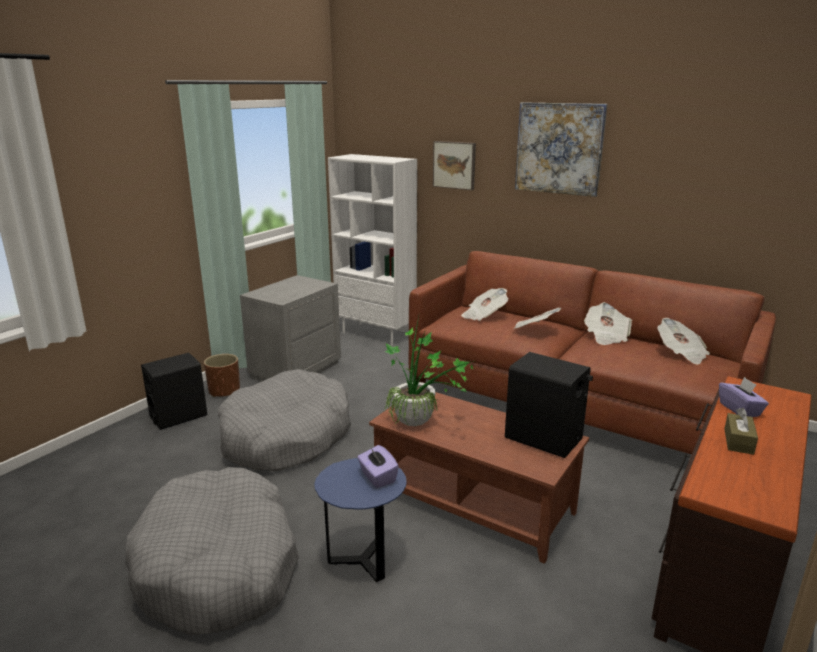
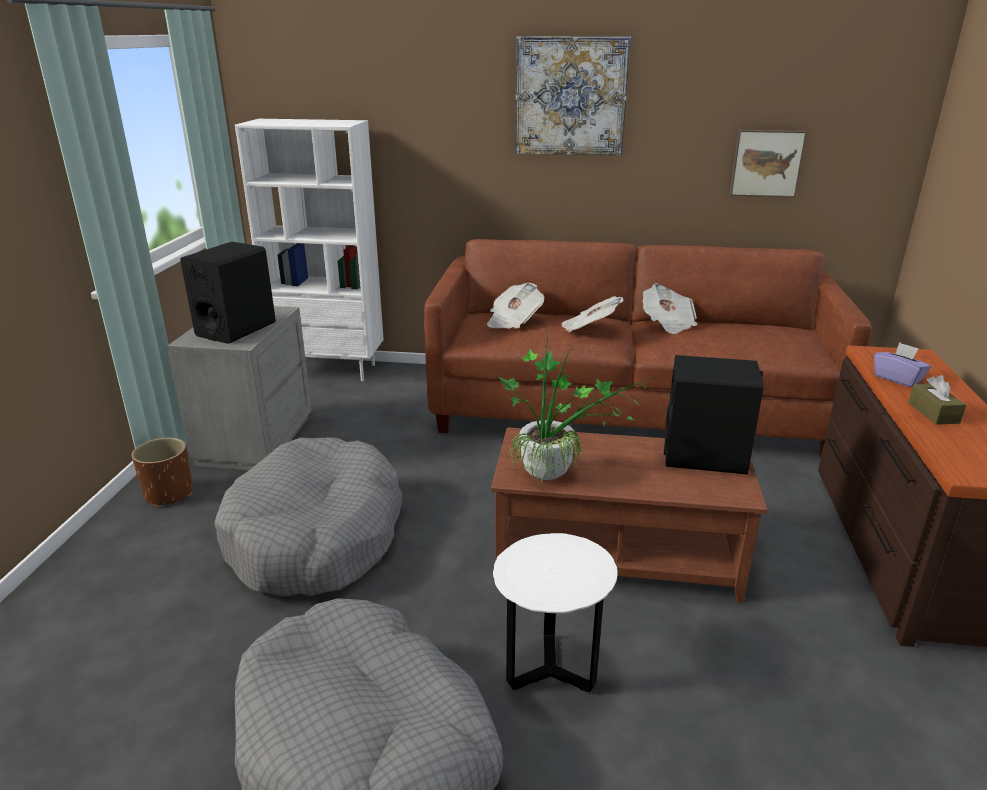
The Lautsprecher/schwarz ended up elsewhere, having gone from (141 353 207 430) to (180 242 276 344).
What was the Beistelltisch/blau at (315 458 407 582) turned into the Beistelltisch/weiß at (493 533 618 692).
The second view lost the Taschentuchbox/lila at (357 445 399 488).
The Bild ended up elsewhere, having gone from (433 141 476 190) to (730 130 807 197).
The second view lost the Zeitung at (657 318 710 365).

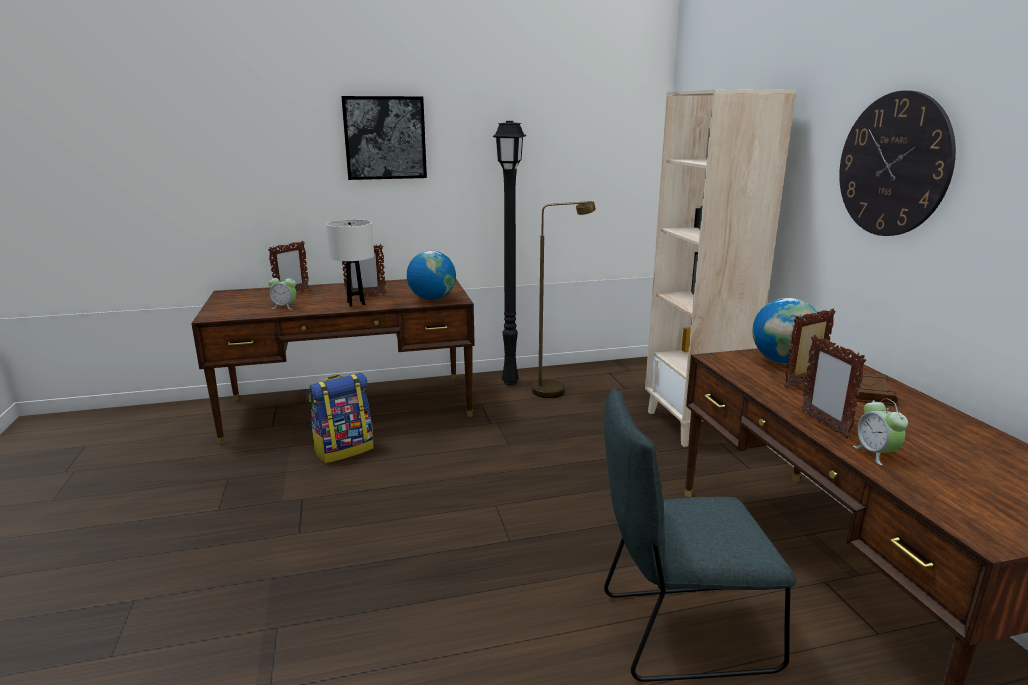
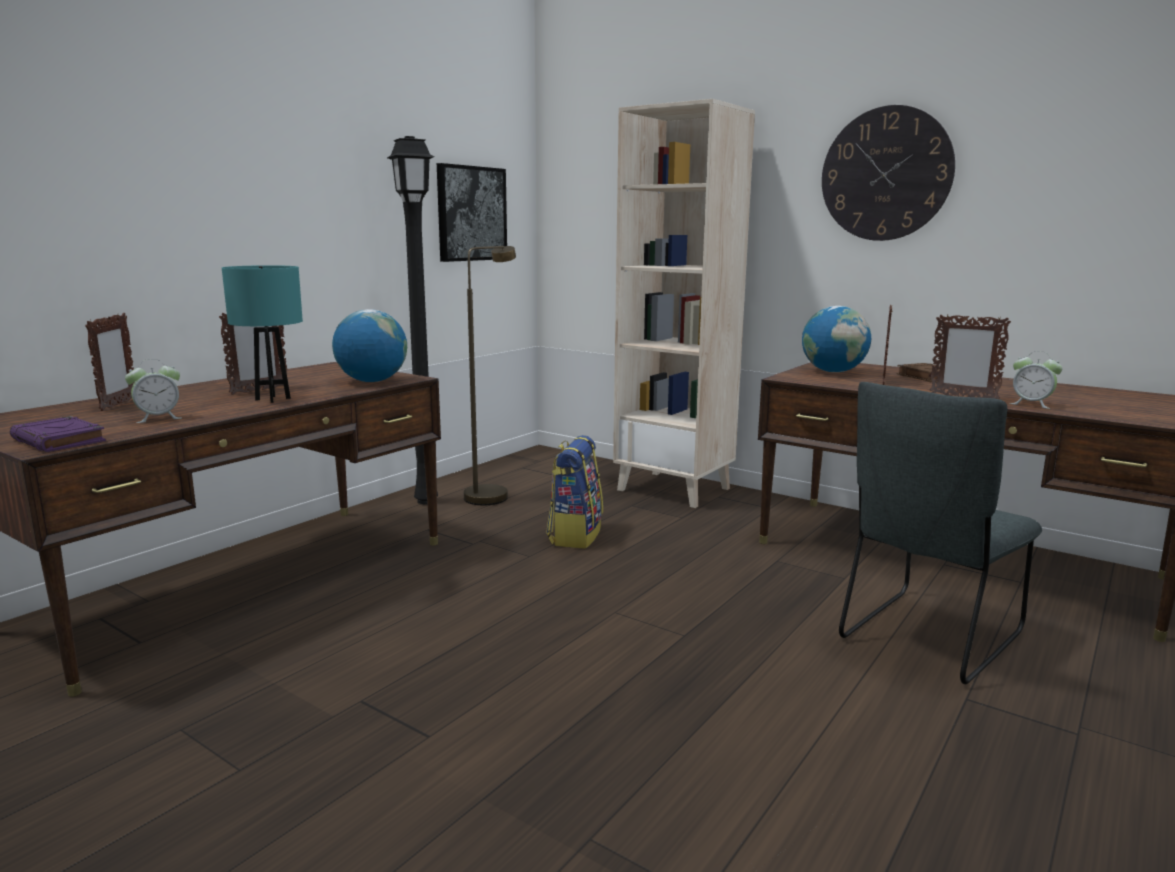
The Rucksack ended up elsewhere, having gone from (309 373 374 463) to (546 435 603 549).
What was the Tischlampe/weiß at (326 219 374 307) turned into the Tischlampe/türkis at (222 265 303 403).
The Bild ended up elsewhere, having gone from (341 96 427 180) to (437 163 507 262).
The second view gained the Buch/lila at (10 416 106 452).

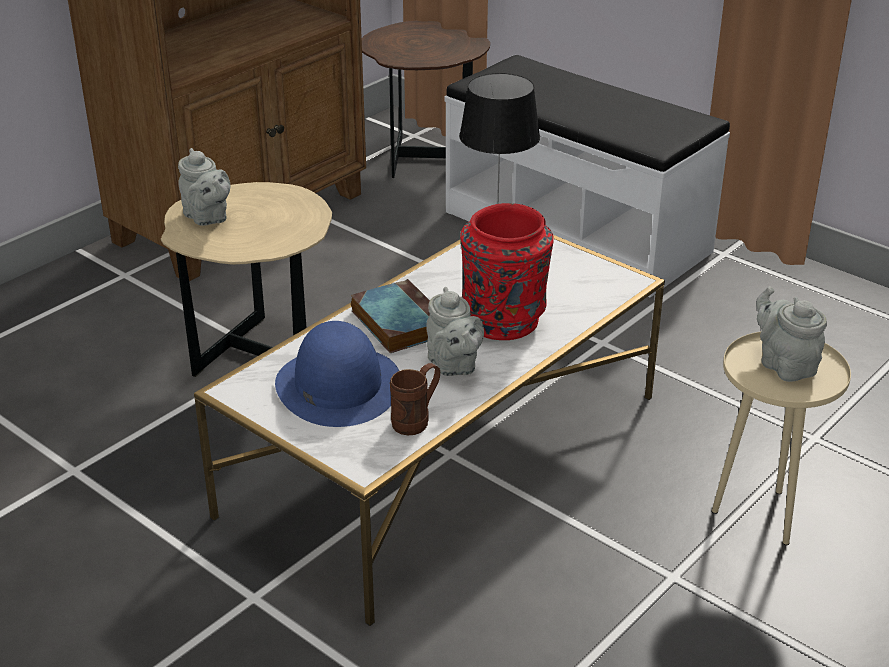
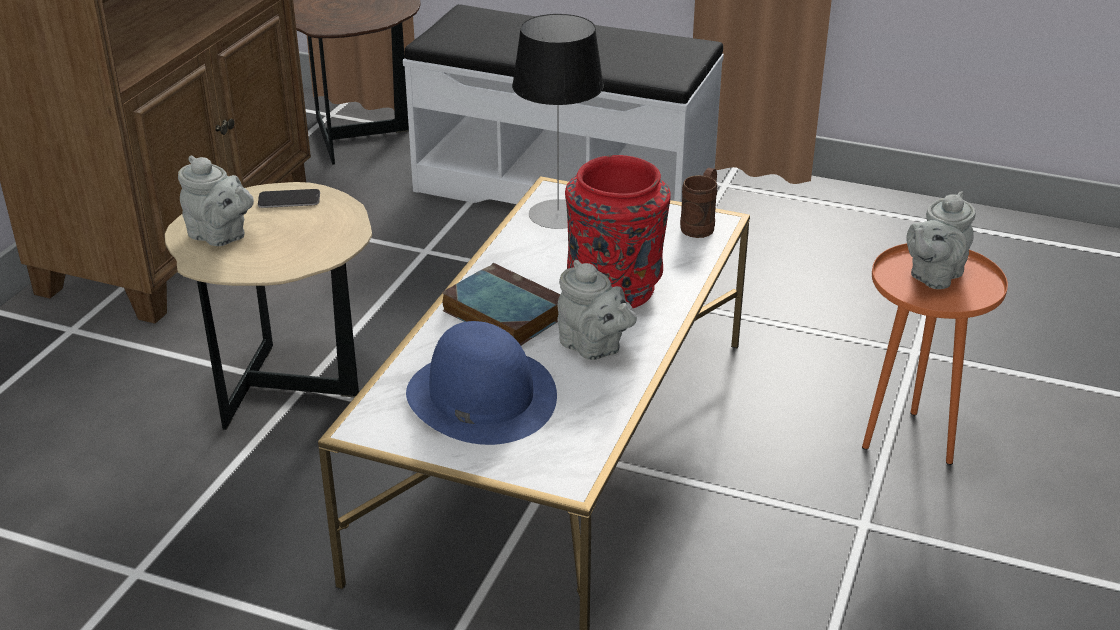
The Henkelbecher/braun ended up elsewhere, having gone from (390 363 440 435) to (680 168 717 238).
What was the Beistelltisch/beige at (711 331 851 545) turned into the Beistelltisch/orange at (862 243 1008 465).
The Teekanne/grau at (756 287 827 382) ended up facing another way, 90 degrees counterclockwise from before.
The second view gained the Handy at (258 189 320 208).

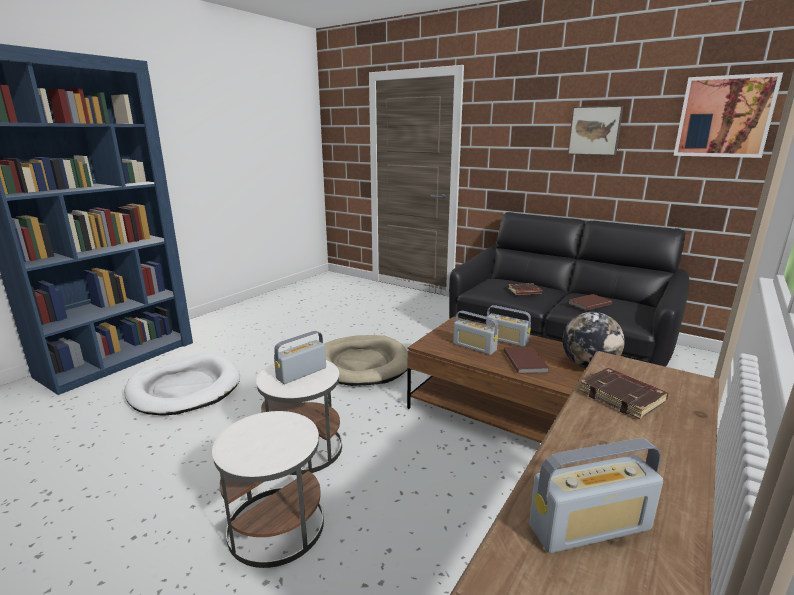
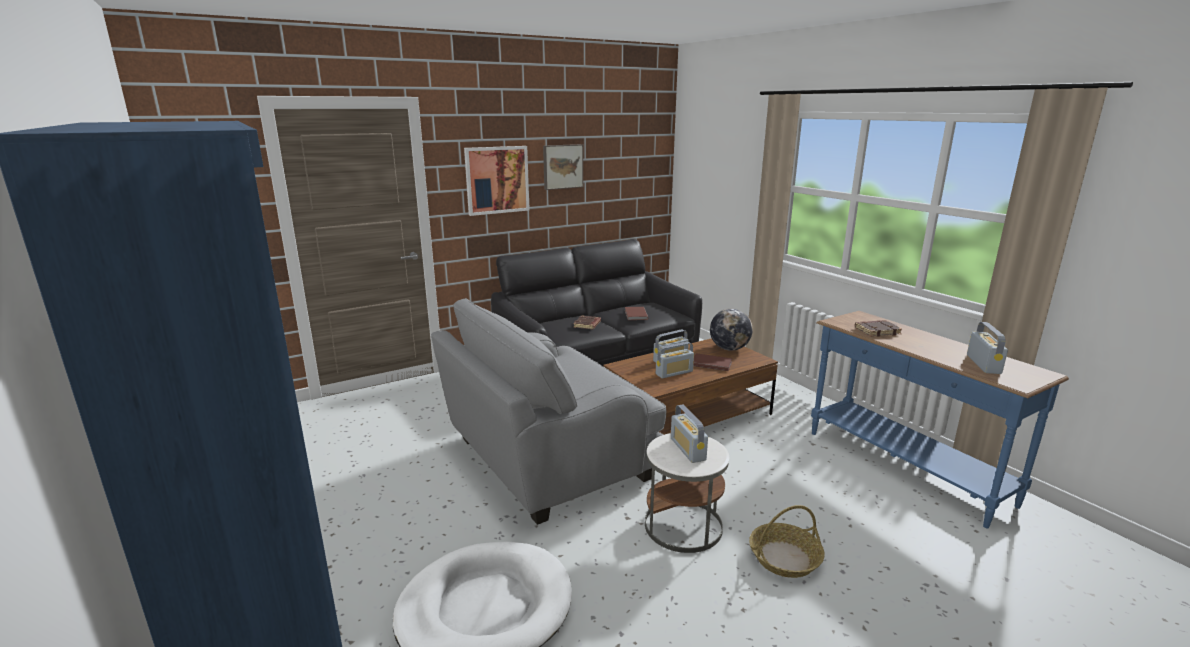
Where the Beistelltisch/weiß stood at (212 411 324 568), the Korb came to stand at (749 505 825 578).
Where the Hundebett/beige stood at (325 335 408 386), the Sessel/grau came to stand at (431 298 666 525).
The Bild ended up elsewhere, having gone from (674 72 783 158) to (464 146 530 216).

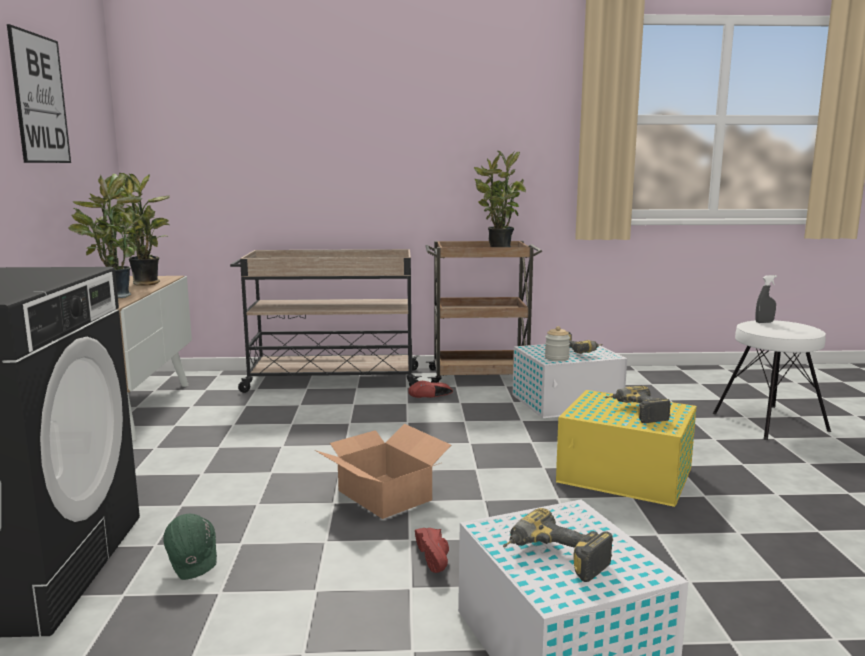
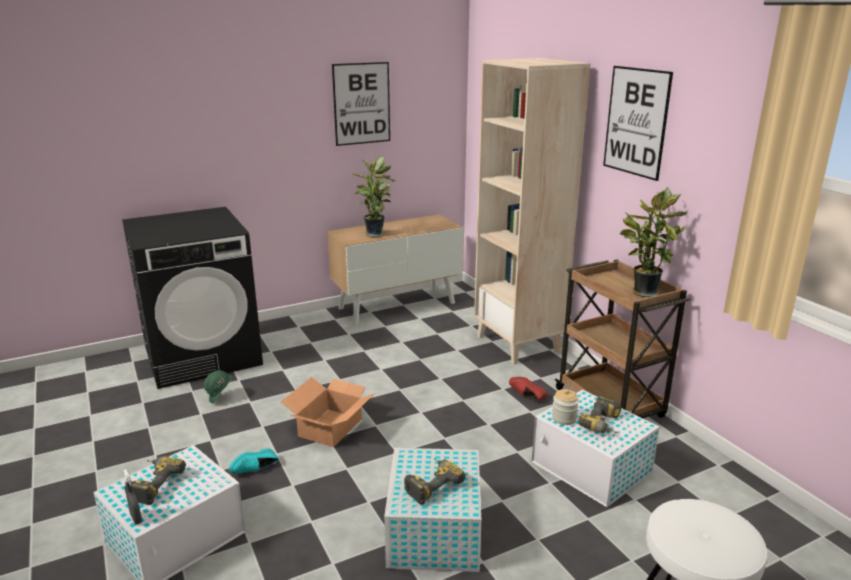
The second view lost the Topfpflanze at (107 173 170 286).
Where the Rollwagen/beige stood at (230 249 422 393), the Bücherregal/beige came to stand at (474 58 591 365).
What was the Schuh/rot at (415 528 449 573) turned into the Schuh/türkis at (229 448 279 474).
What was the Aufbewahrungsbox/gelb at (556 390 697 507) turned into the Aufbewahrungsbox/weiß at (384 448 481 572).
The Sprühflasche/grau ended up elsewhere, having gone from (755 275 777 323) to (123 469 142 525).
The second view gained the Bild at (603 66 673 181).

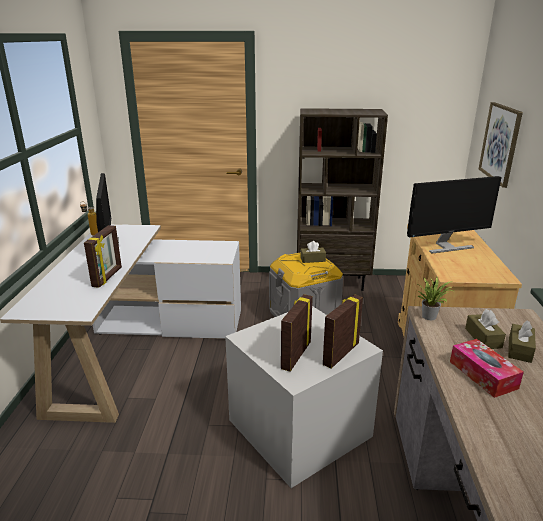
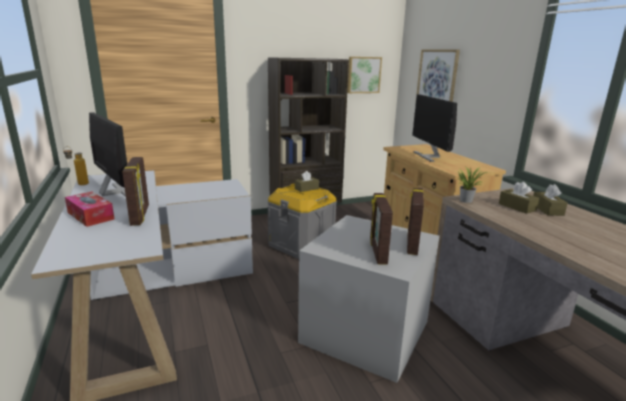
The Monitor at (407 176 502 254) ended up facing another way, 120 degrees clockwise from before.
The Taschentuchbox ended up elsewhere, having gone from (450 339 524 398) to (65 192 114 227).
The second view gained the Bild at (347 57 382 93).

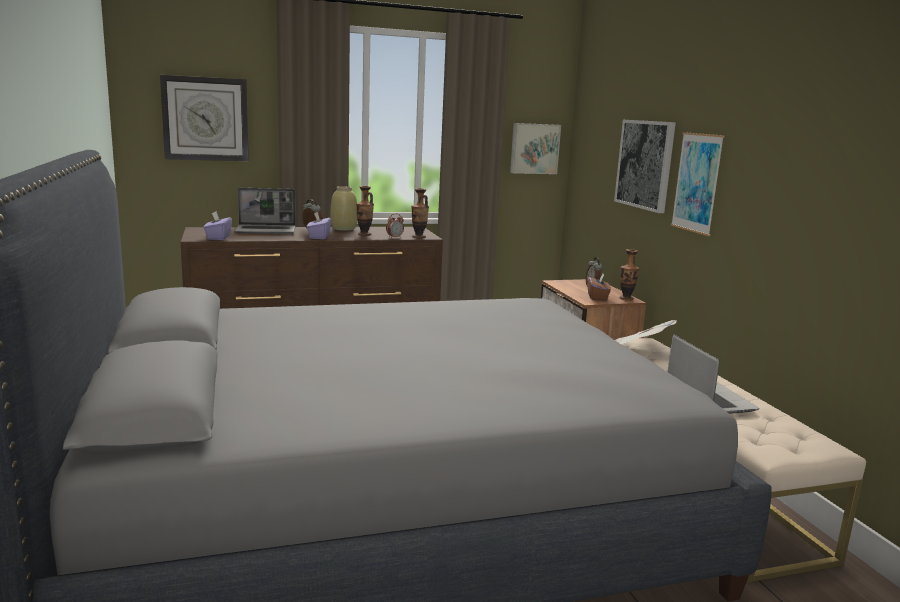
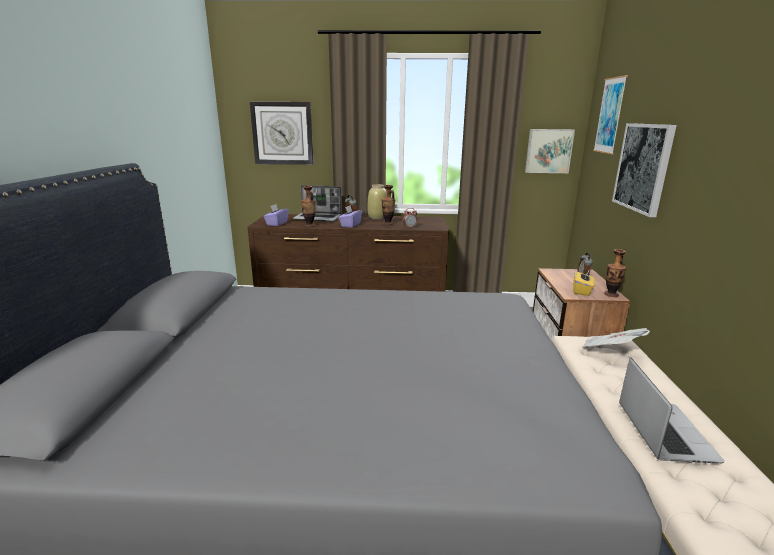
The Vase ended up elsewhere, having gone from (411 188 429 238) to (301 186 316 227).
What was the Taschentuchbox/braun at (588 274 611 301) turned into the Taschentuchbox/gelb at (573 271 595 296).
The Bild ended up elsewhere, having gone from (671 132 725 236) to (593 75 628 154).

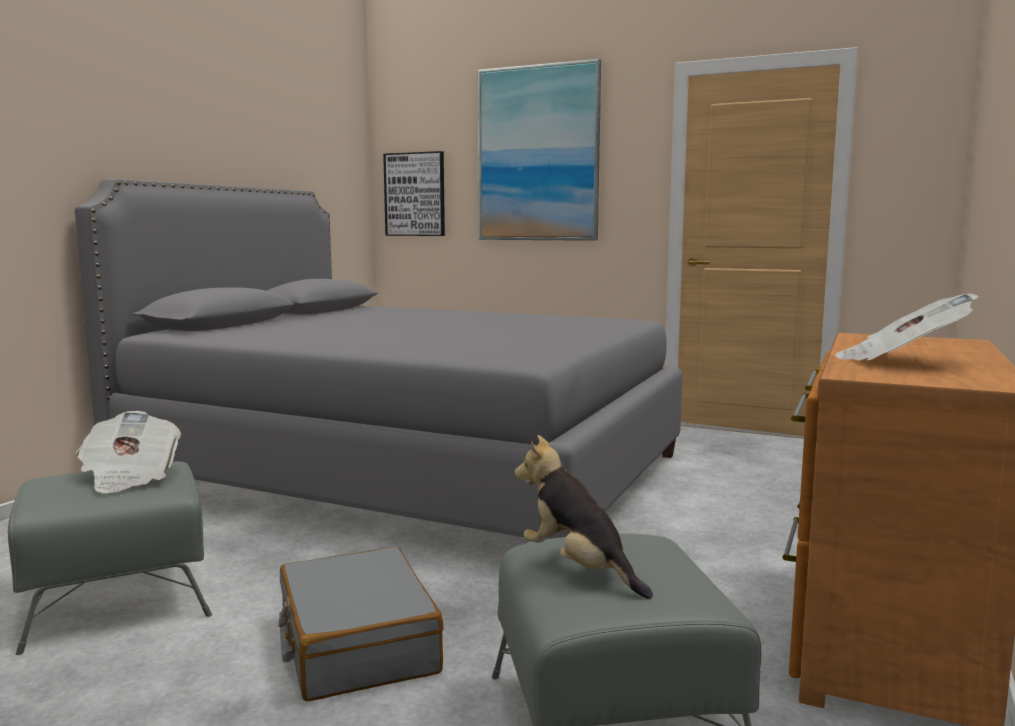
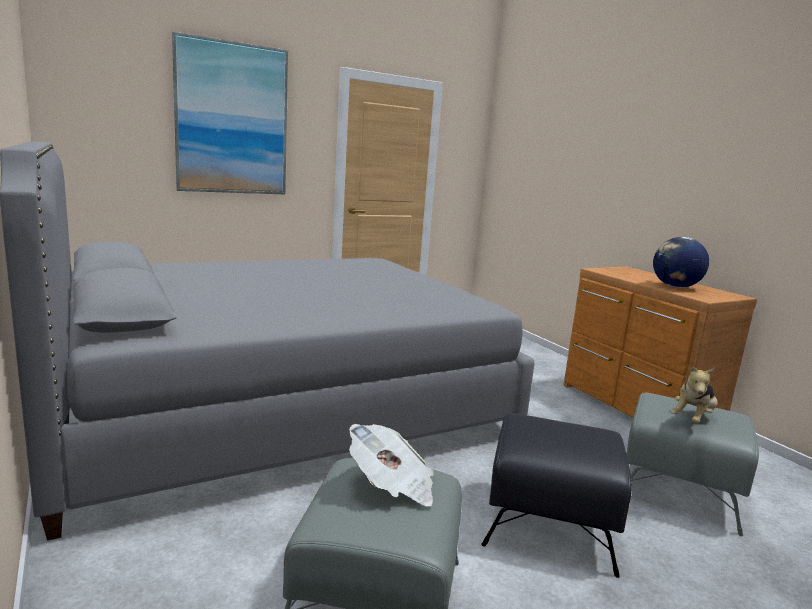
Where the Koffer/grau stood at (278 547 444 701), the Polsterhocker/schwarz came to stand at (481 413 632 578).
The second view lost the Bild at (383 151 445 236).
The Plüschtier at (515 435 653 599) ended up facing another way, 45 degrees counterclockwise from before.
Where the Zeitung stood at (835 294 979 361), the Globus came to stand at (653 237 709 288).

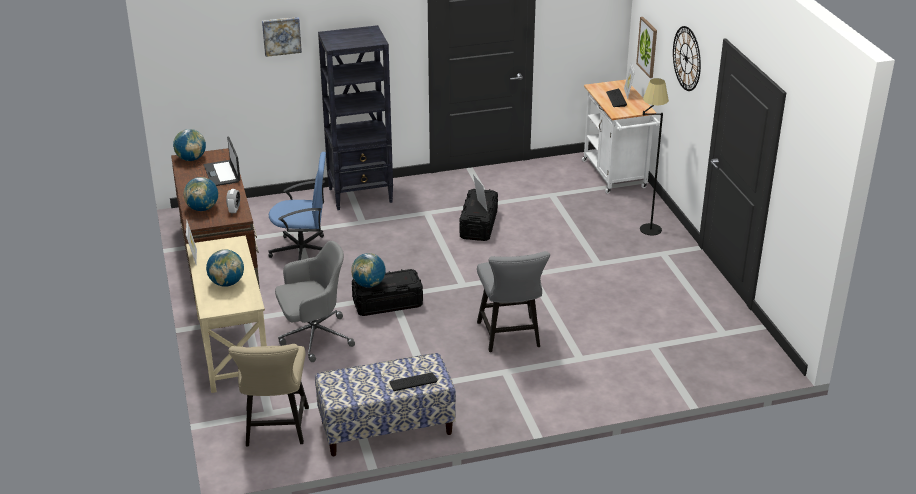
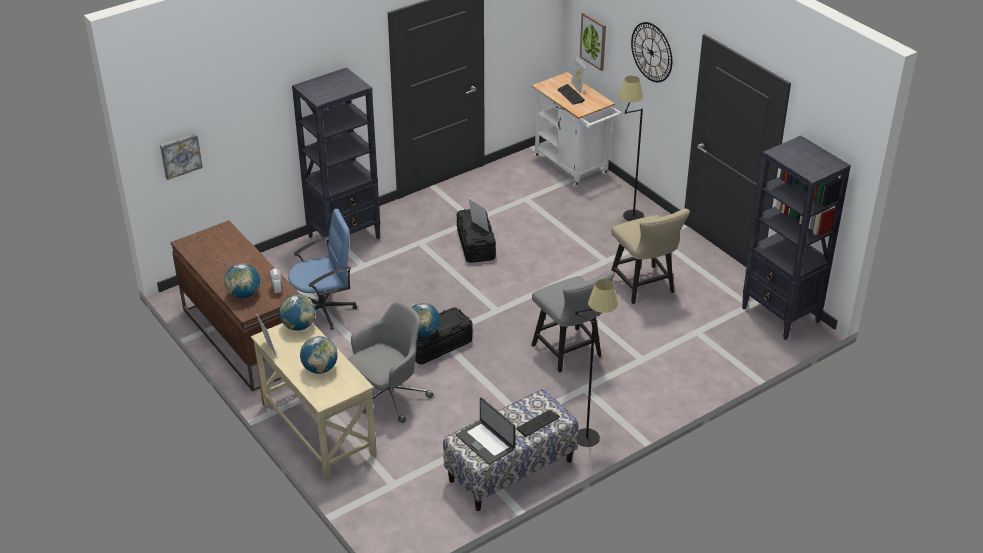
The Globus ended up elsewhere, having gone from (173 129 206 161) to (279 295 315 331).
The Laptop ended up elsewhere, having gone from (204 136 240 186) to (456 397 515 465).
The Stuhl/beige ended up elsewhere, having gone from (228 344 309 447) to (611 208 690 304).
The Bild ended up elsewhere, having gone from (262 17 302 57) to (160 133 203 180).
The second view gained the Stehlampe/schwarz at (575 279 618 447).
The second view gained the Bücherregal/schwarz at (742 136 851 340).

